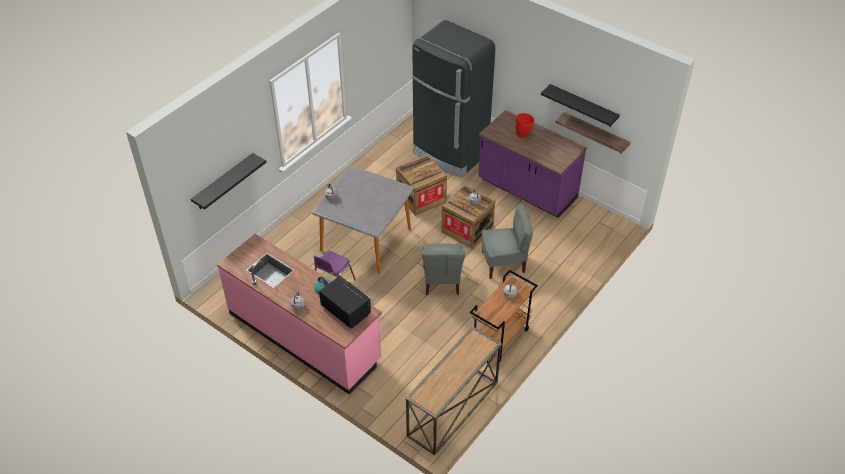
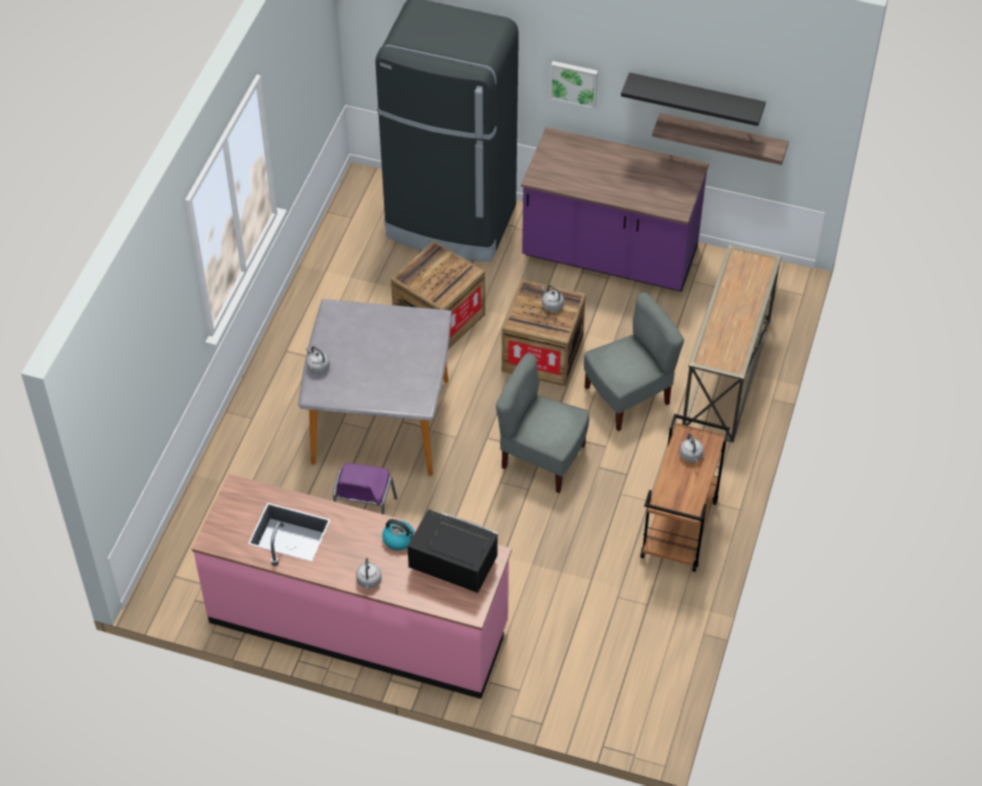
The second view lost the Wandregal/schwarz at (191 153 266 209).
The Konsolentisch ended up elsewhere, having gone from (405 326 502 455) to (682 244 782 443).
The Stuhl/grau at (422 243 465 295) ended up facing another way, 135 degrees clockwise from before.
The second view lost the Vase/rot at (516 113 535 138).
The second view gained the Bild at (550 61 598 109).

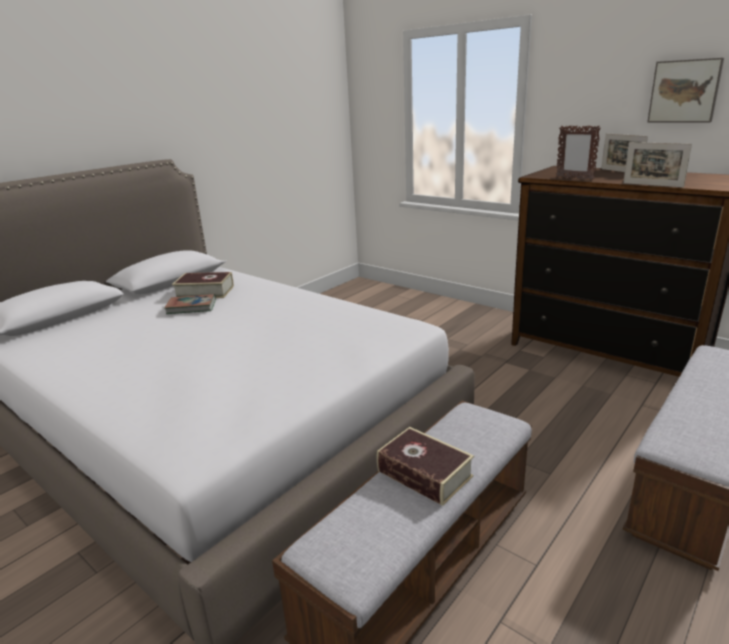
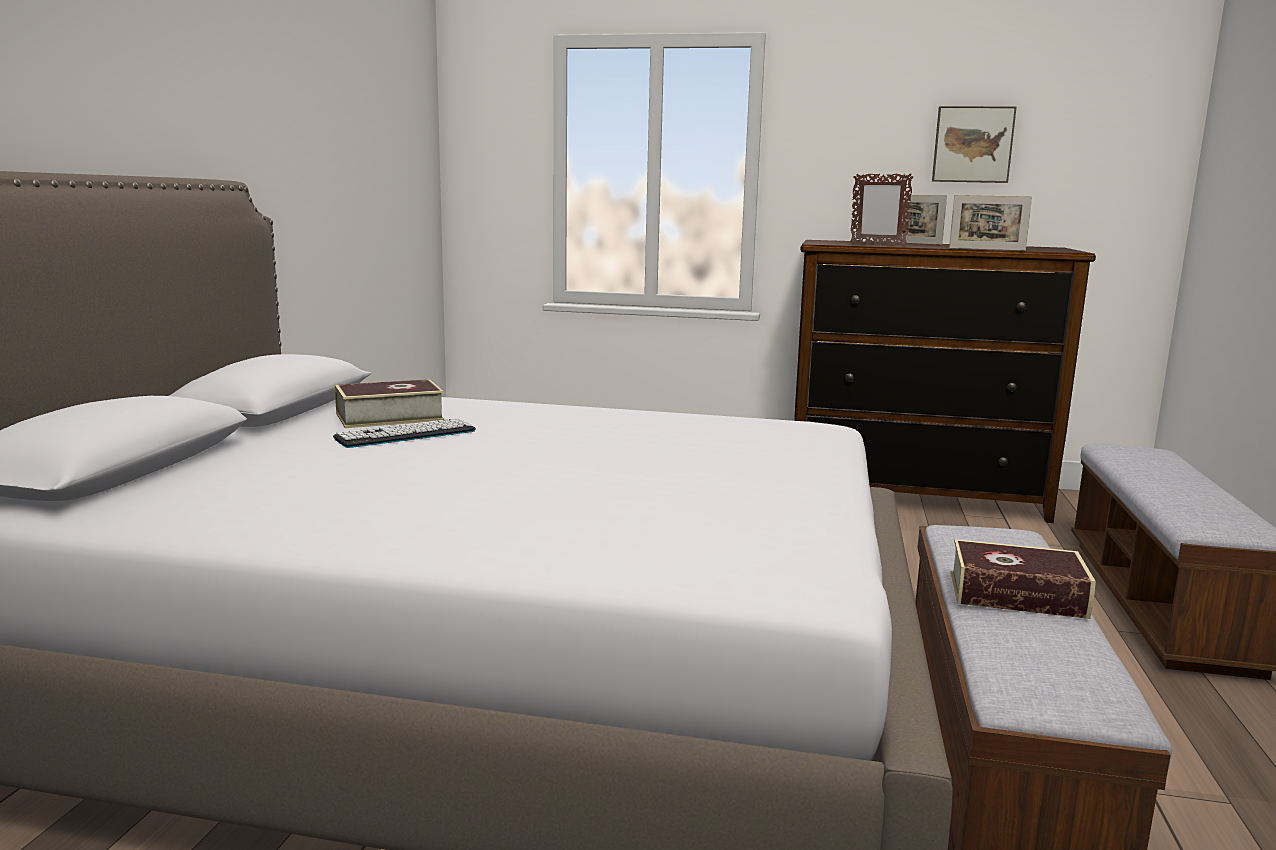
Where the Buch stood at (164 294 216 314), the Tastatur came to stand at (333 418 476 448).

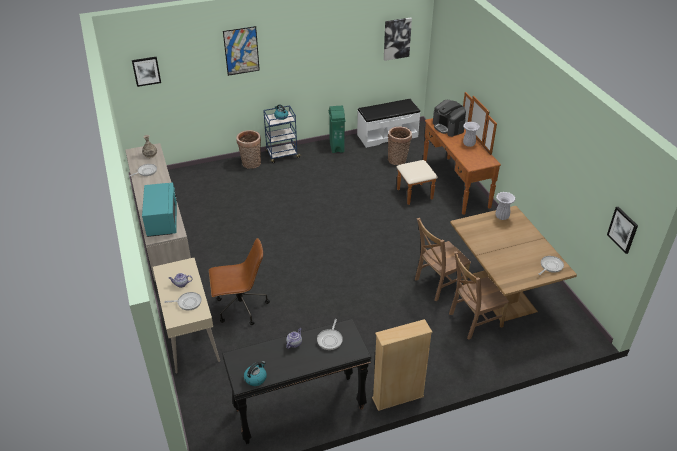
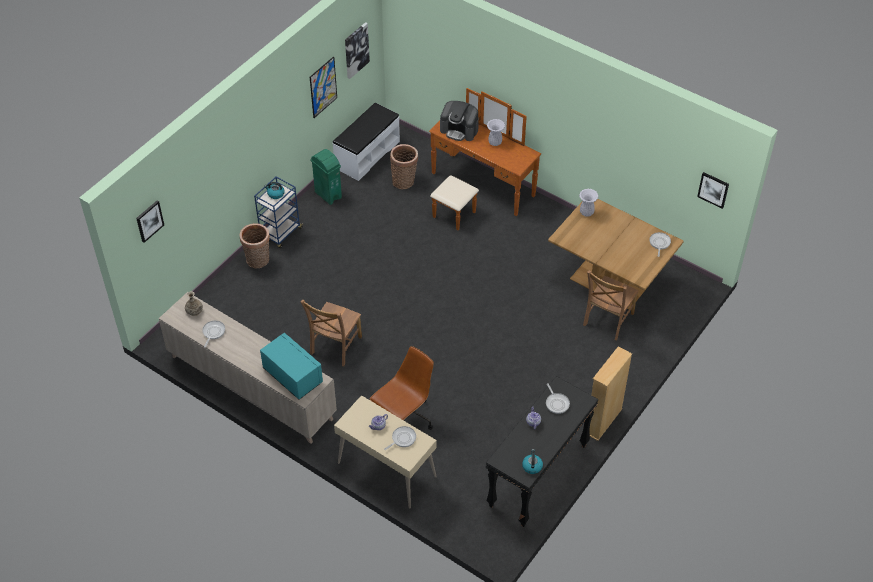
The Bild ended up elsewhere, having gone from (223 26 260 76) to (310 56 337 118).
The Stuhl/braun ended up elsewhere, having gone from (415 218 471 301) to (300 300 362 366).

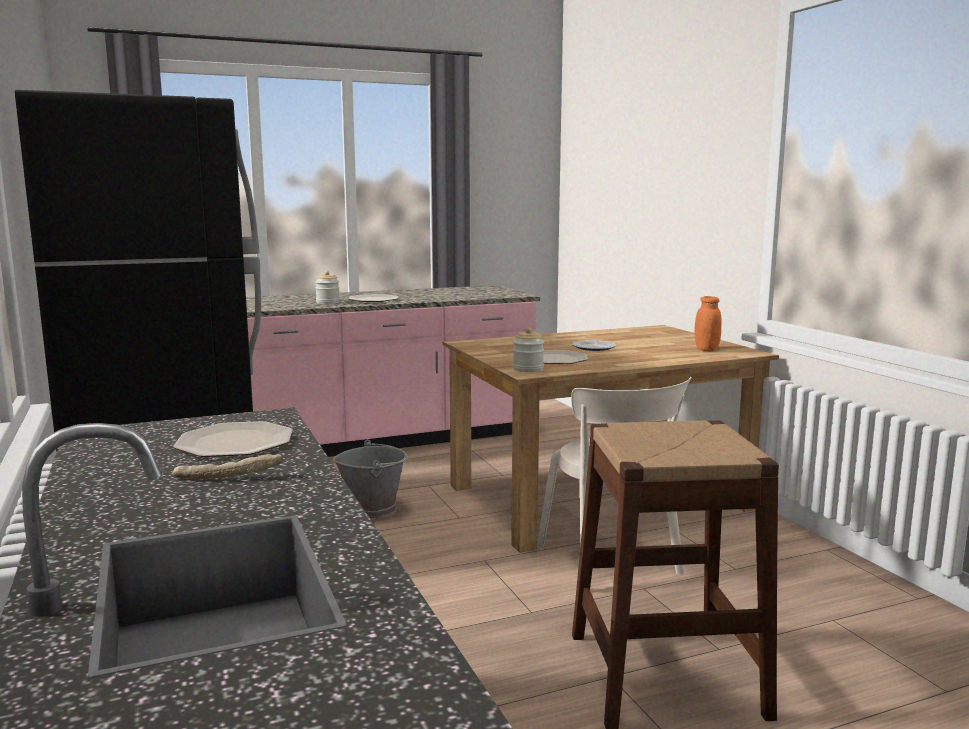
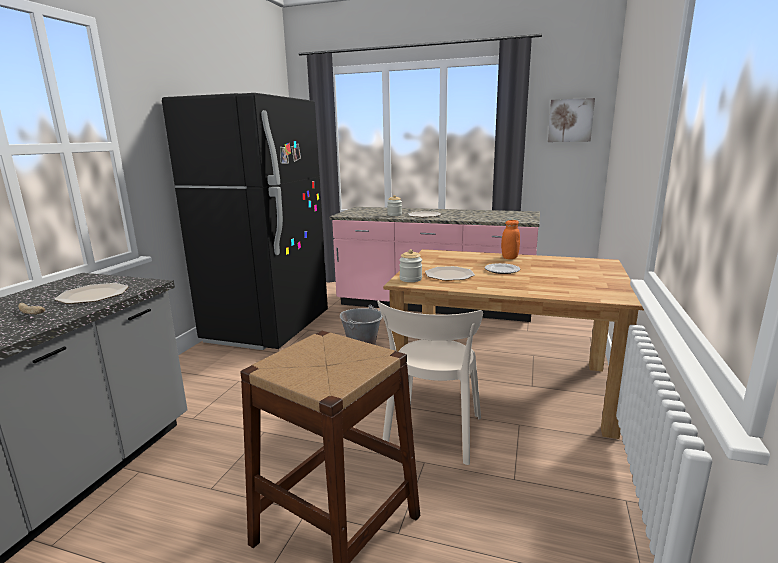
The Vorratsglas/orange ended up elsewhere, having gone from (695 296 721 351) to (501 220 520 259).
The second view gained the Bild at (548 98 595 142).

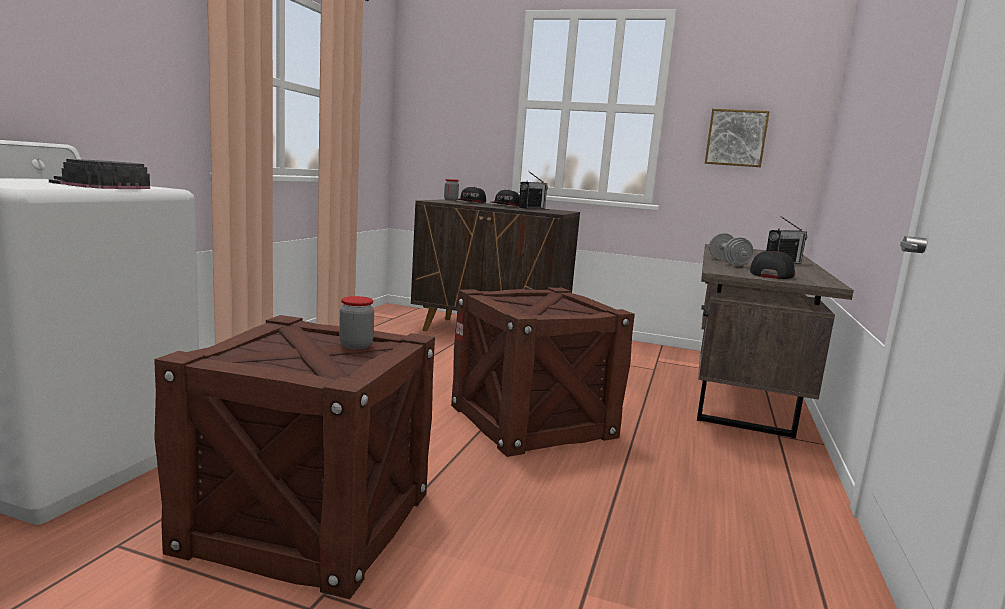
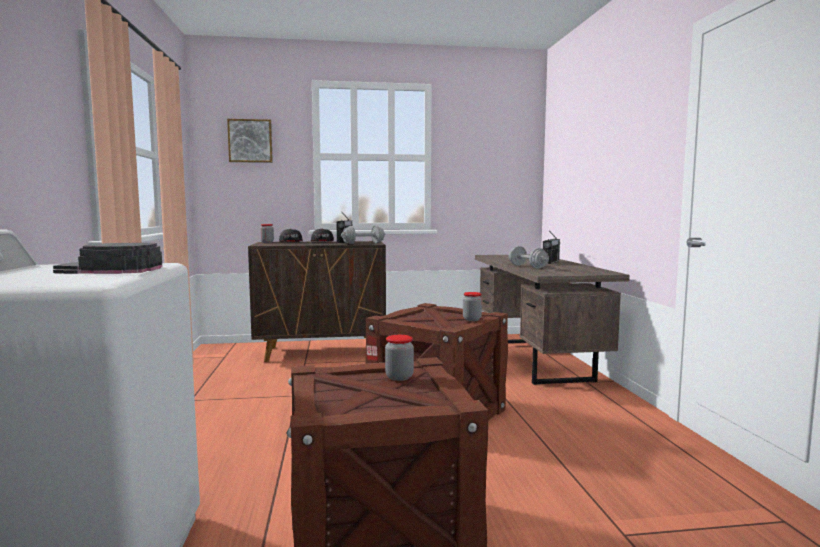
The Bild ended up elsewhere, having gone from (705 109 770 167) to (227 119 273 163).
The second view lost the Kappe at (750 251 795 279).
The second view gained the Hantel/grau at (341 225 385 244).
The second view gained the Vorratsglas at (463 292 482 321).

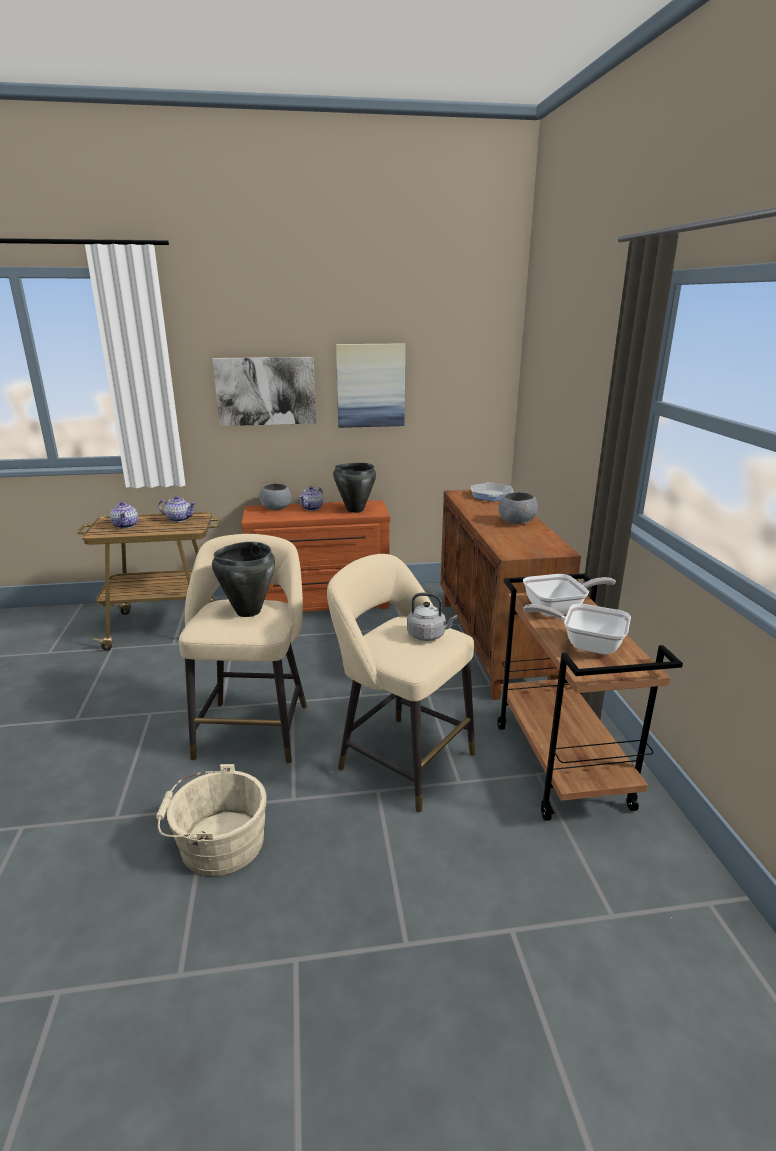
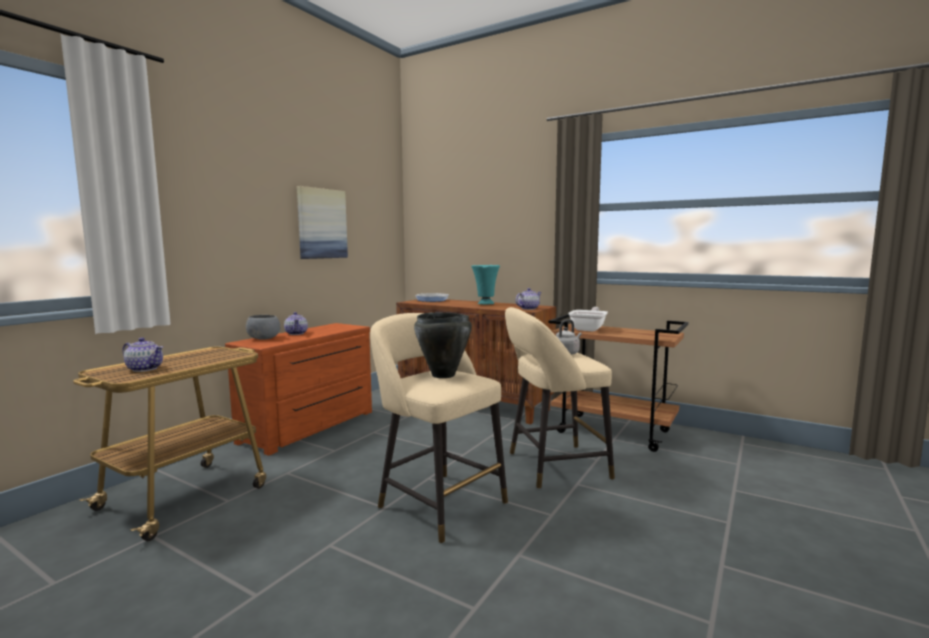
The second view lost the Eimer/beige at (156 764 267 876).
The Teekanne ended up elsewhere, having gone from (158 496 196 522) to (516 288 542 310).
The second view lost the Bild at (212 357 316 426).
The second view lost the Kochtopf/schwarz at (333 463 376 513).
Where the Schüssel/grau stood at (498 492 538 524), the Vase/türkis came to stand at (471 265 500 304).
The second view lost the Pfanne at (523 603 631 655).

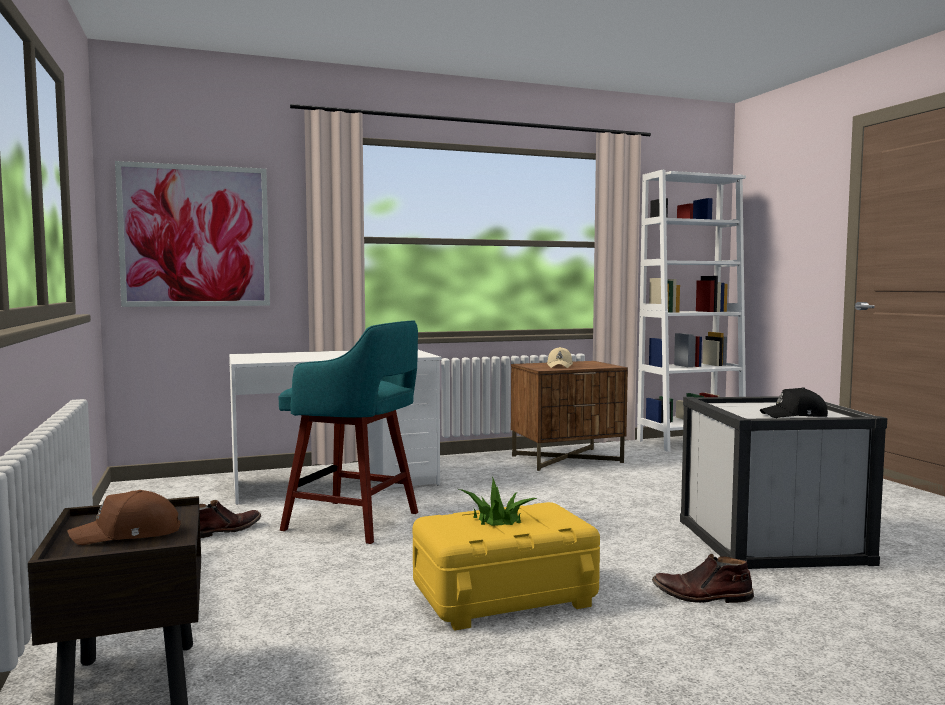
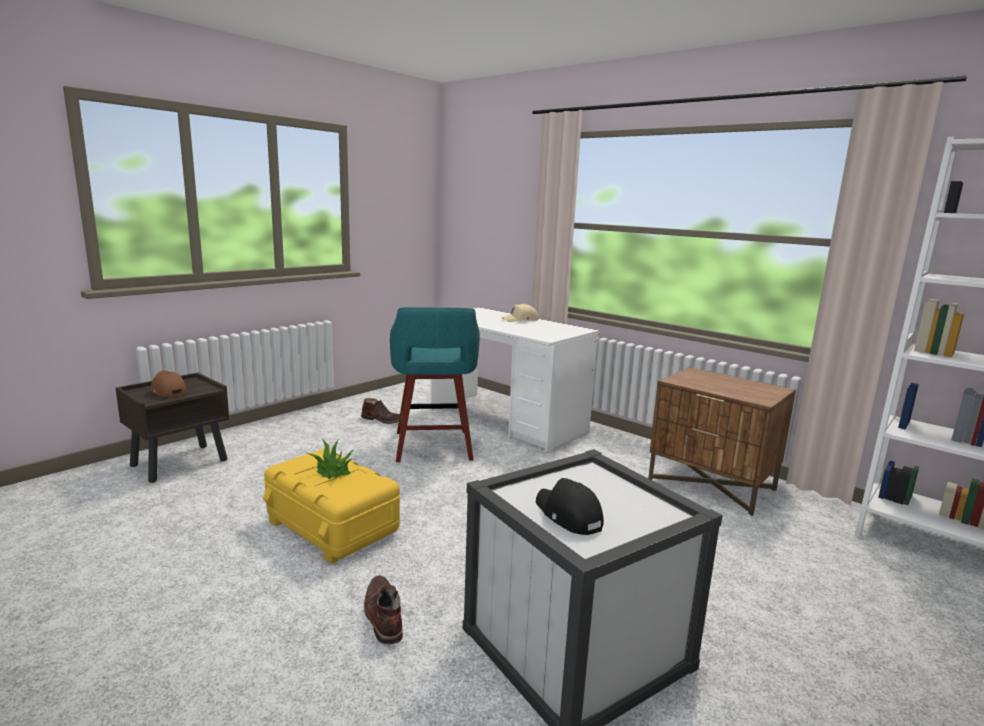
The second view lost the Bild at (115 161 270 307).
The Kappe/beige ended up elsewhere, having gone from (547 347 573 368) to (502 304 538 322).

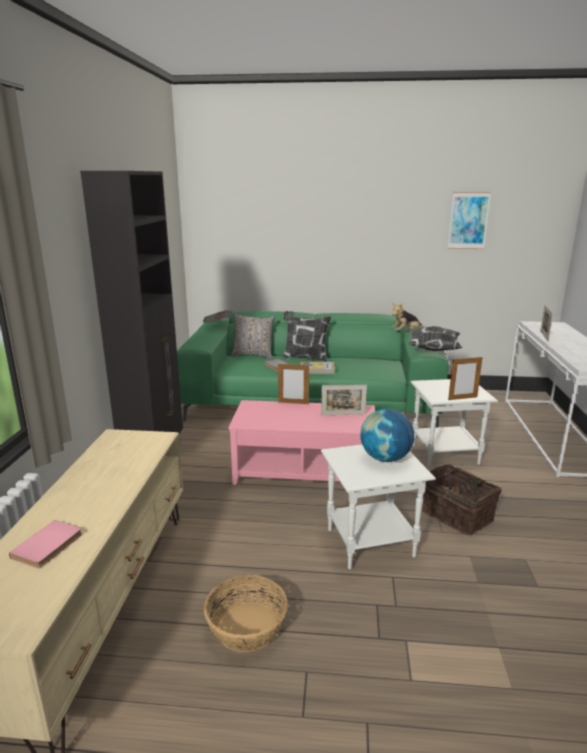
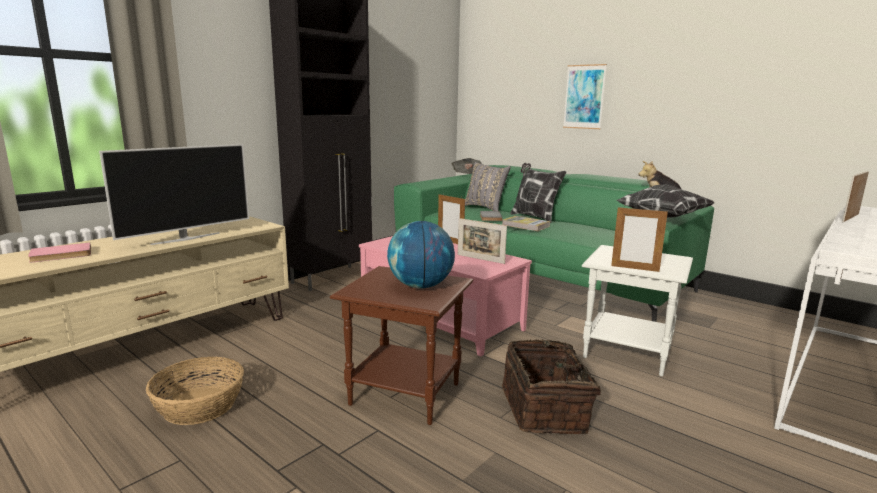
What was the Beistelltisch/weiß at (321 444 436 569) turned into the Beistelltisch/braun at (330 266 473 425).
The Bild ended up elsewhere, having gone from (448 192 491 249) to (563 64 607 129).
The second view gained the Fernseher at (99 144 249 245).

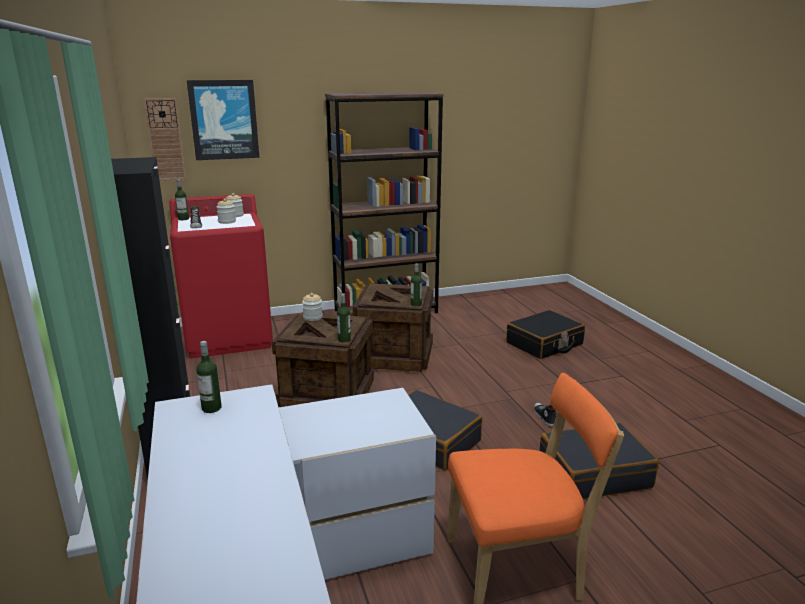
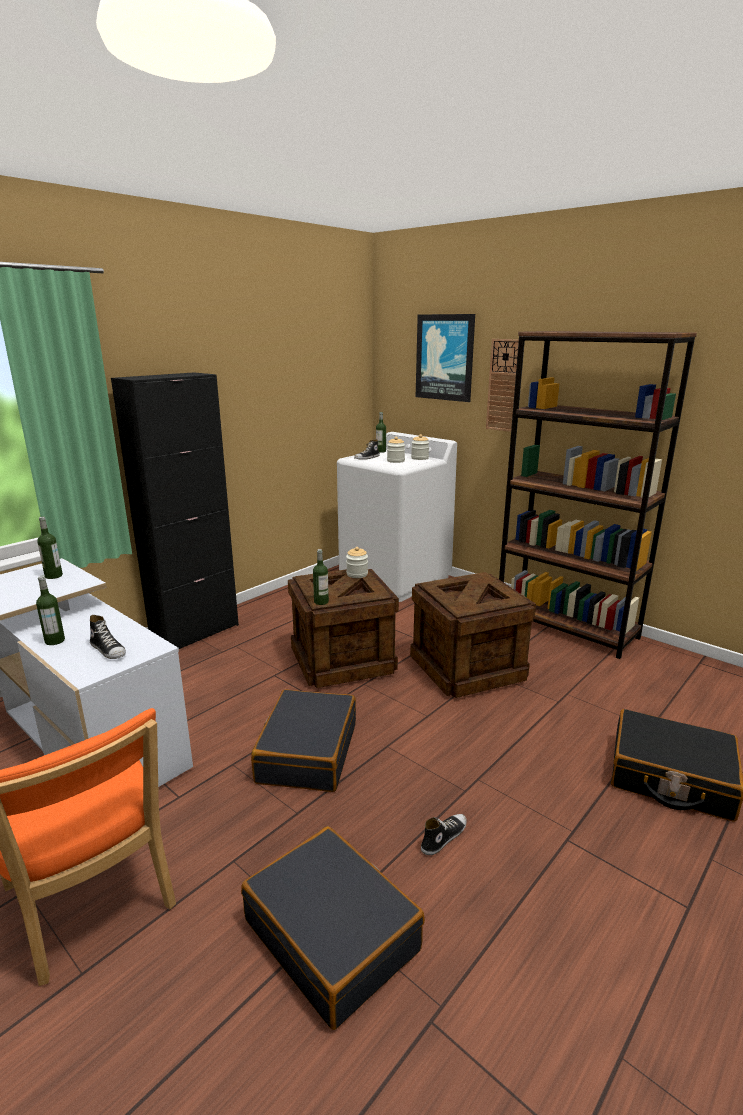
The Wanduhr ended up elsewhere, having gone from (144 98 186 180) to (486 339 519 432).
What was the Waschmaschine/rot at (169 194 273 358) turned into the Waschmaschine/weiß at (337 432 457 602).
The Flasche ended up elsewhere, having gone from (411 263 422 307) to (36 576 65 645).
The second view gained the Schuh at (90 615 126 659).

